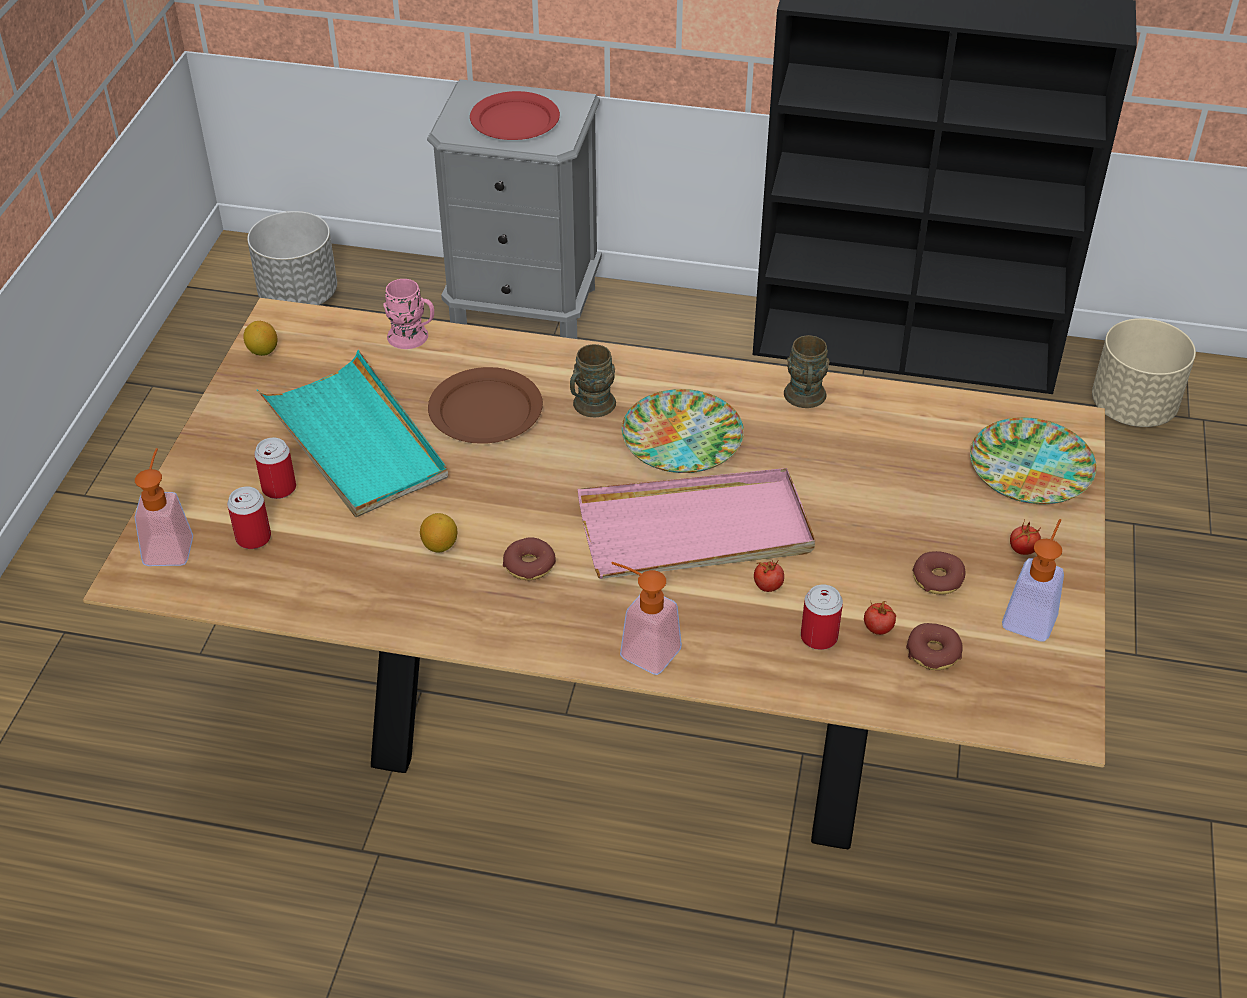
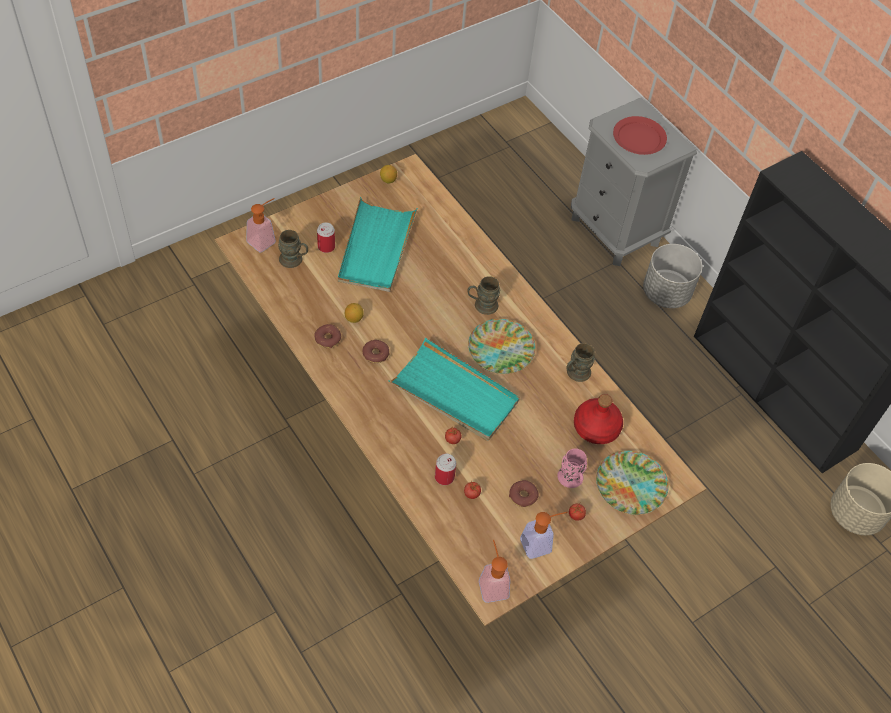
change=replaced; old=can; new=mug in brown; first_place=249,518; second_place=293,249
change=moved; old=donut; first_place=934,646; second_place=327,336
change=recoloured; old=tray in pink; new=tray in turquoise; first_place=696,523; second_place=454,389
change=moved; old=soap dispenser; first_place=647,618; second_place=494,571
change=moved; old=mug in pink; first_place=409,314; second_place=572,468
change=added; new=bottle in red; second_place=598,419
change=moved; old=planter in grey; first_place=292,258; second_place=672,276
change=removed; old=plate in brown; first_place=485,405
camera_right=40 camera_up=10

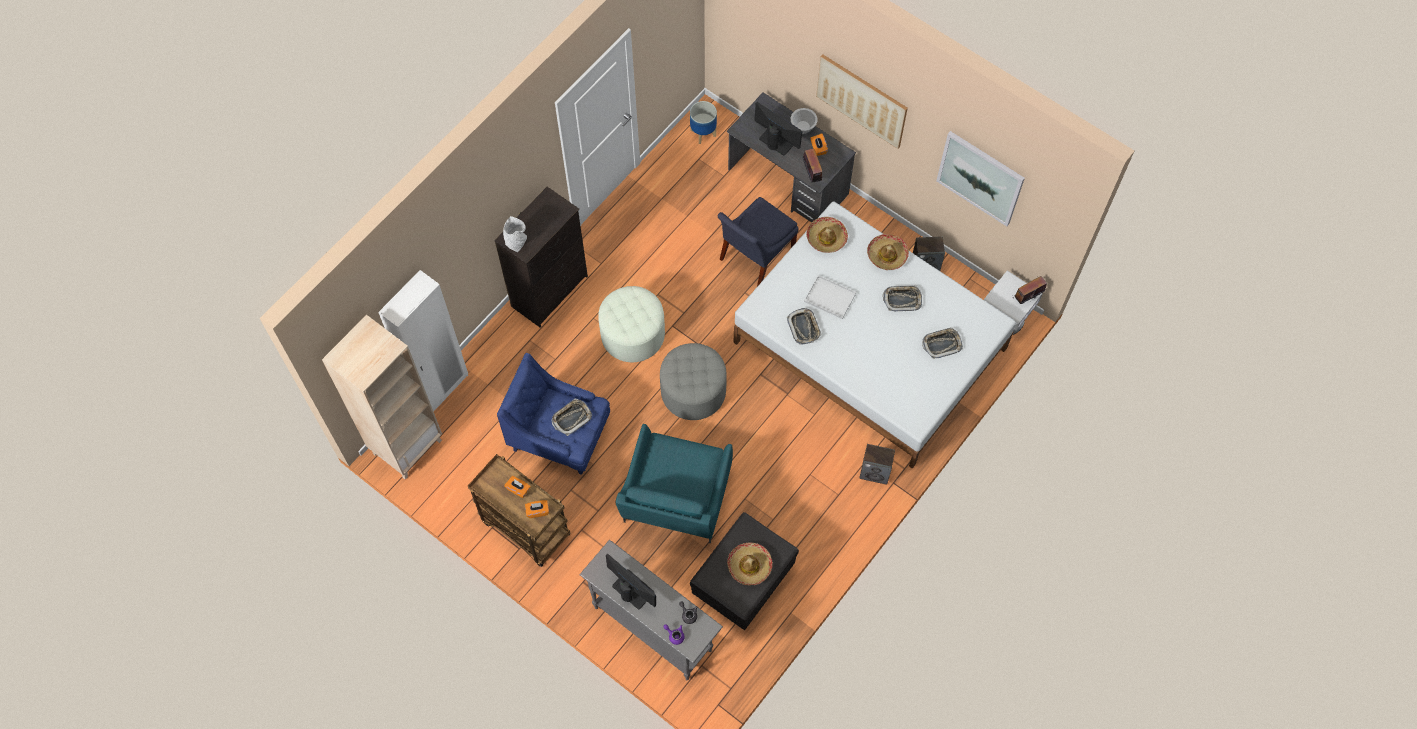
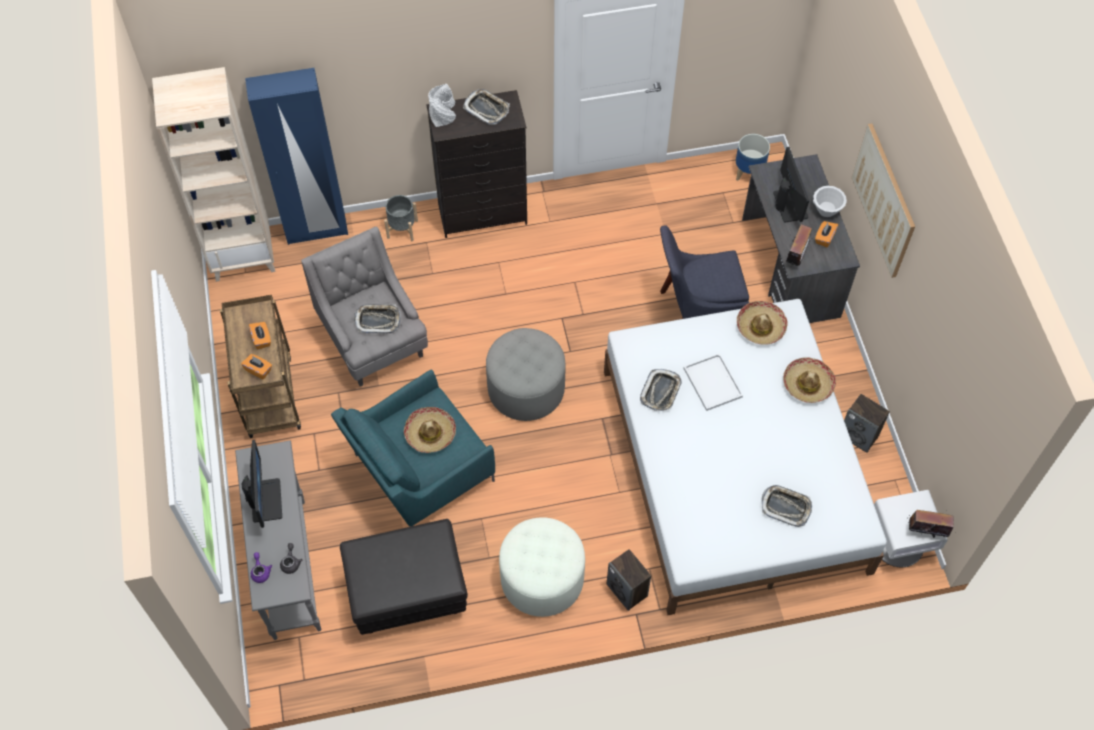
change=recoloured; old=wardrobe in white; new=wardrobe in blue; first_place=423,341; second_place=296,156
change=recoloured; old=armchair in blue; new=armchair in grey; first_place=553,414; second_place=364,306
change=added; new=planter in grey; second_place=401,218
change=moved; old=hat; first_place=750,563; second_place=430,430
change=moved; old=tray; first_place=902,298; second_place=486,107
change=moved; old=ottoman in white; first_place=631,324; second_place=542,567
change=removed; old=picture; first_place=980,178
camera_right=40 camera_up=-5

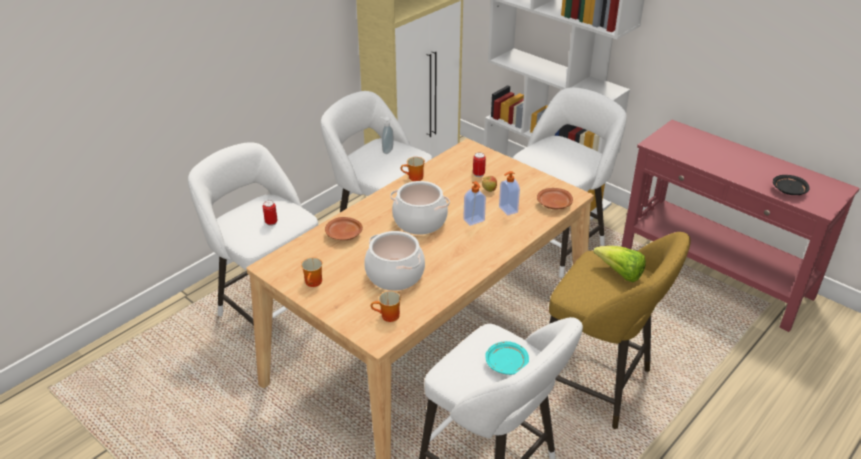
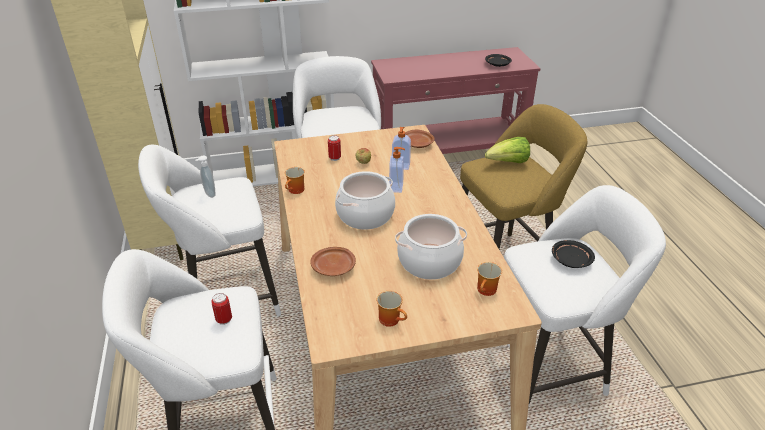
change=recoloured; old=plate in turquoise; new=plate in black; first_place=507,358; second_place=573,254
camera_right=-55 camera_up=0

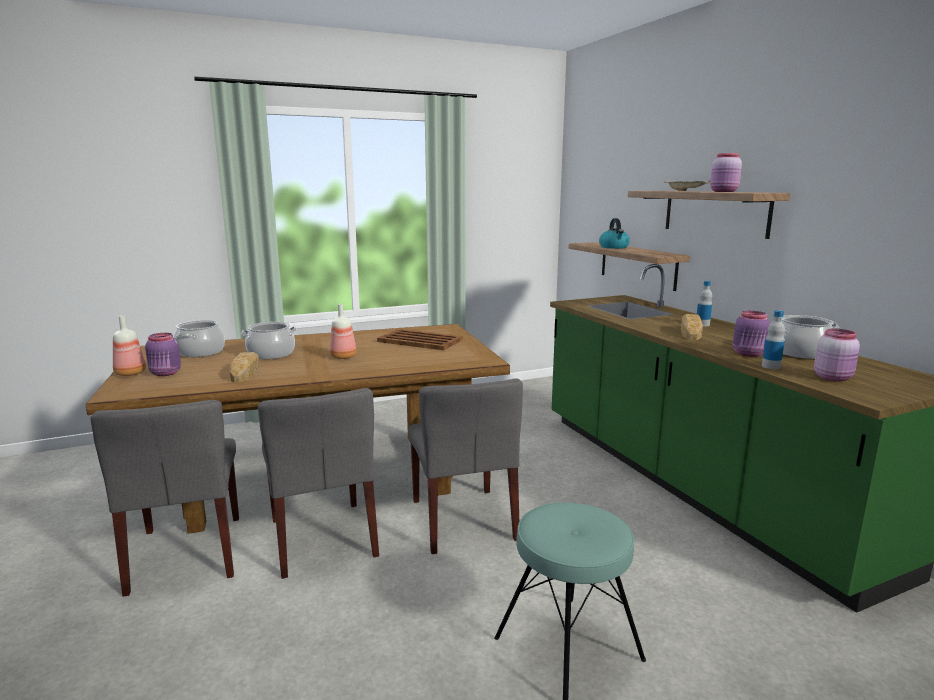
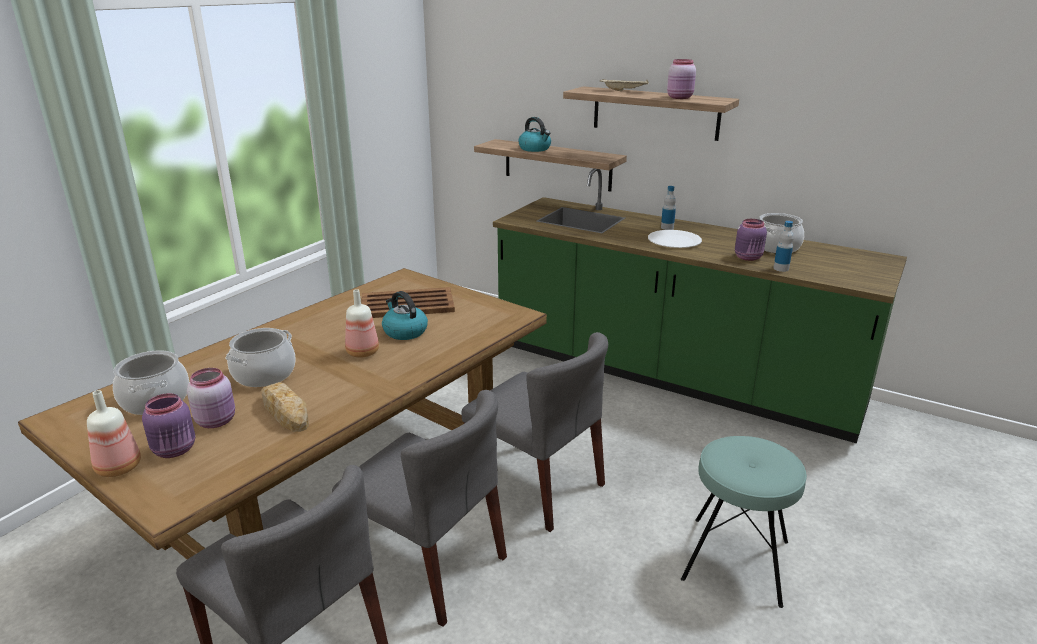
change=moved; old=jar in pink; first_place=837,355; second_place=211,398
change=added; new=kettle; second_place=405,315
change=replaced; old=bread; new=plate in white; first_place=692,327; second_place=675,239
camera_right=-35 camera_up=10

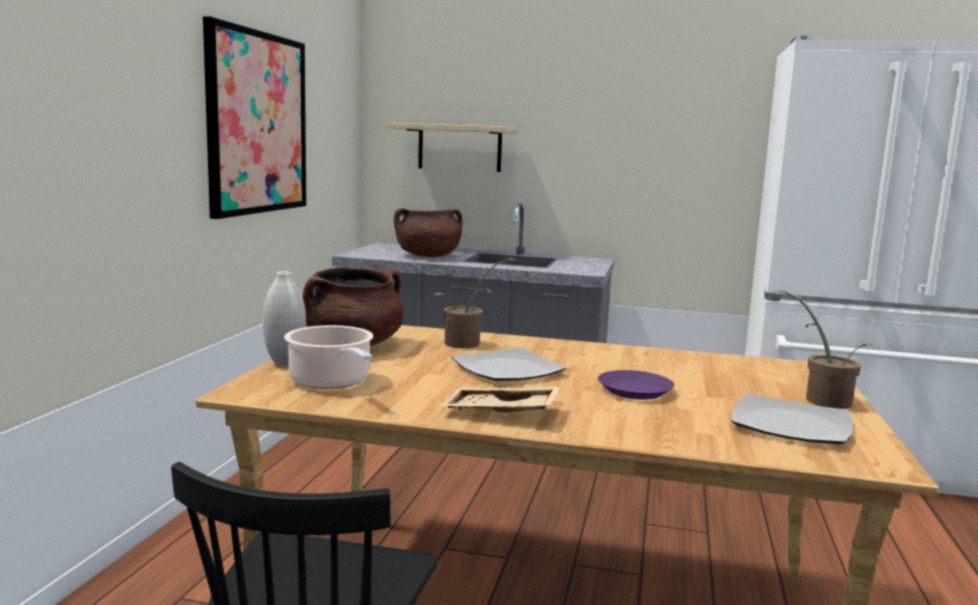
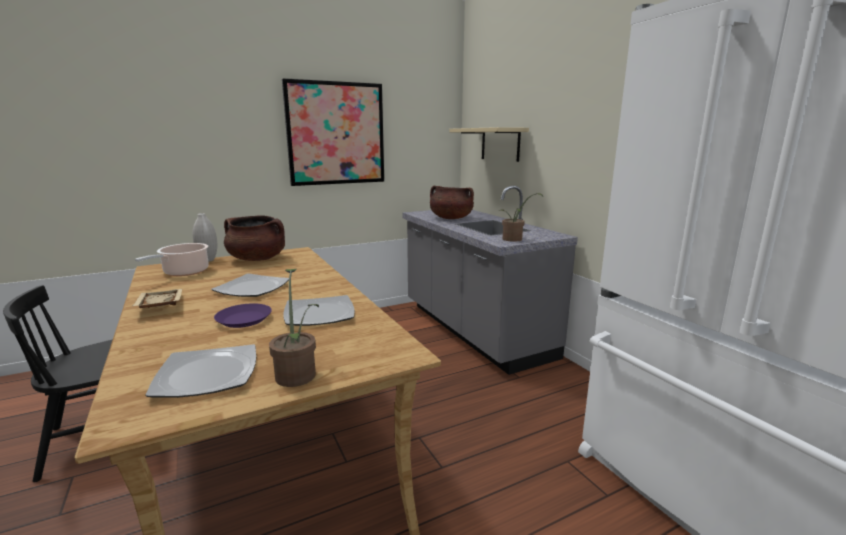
change=added; new=plate; second_place=319,310
change=moved; old=potted plant; first_place=477,303; second_place=522,217
camera_right=50 camera_up=5

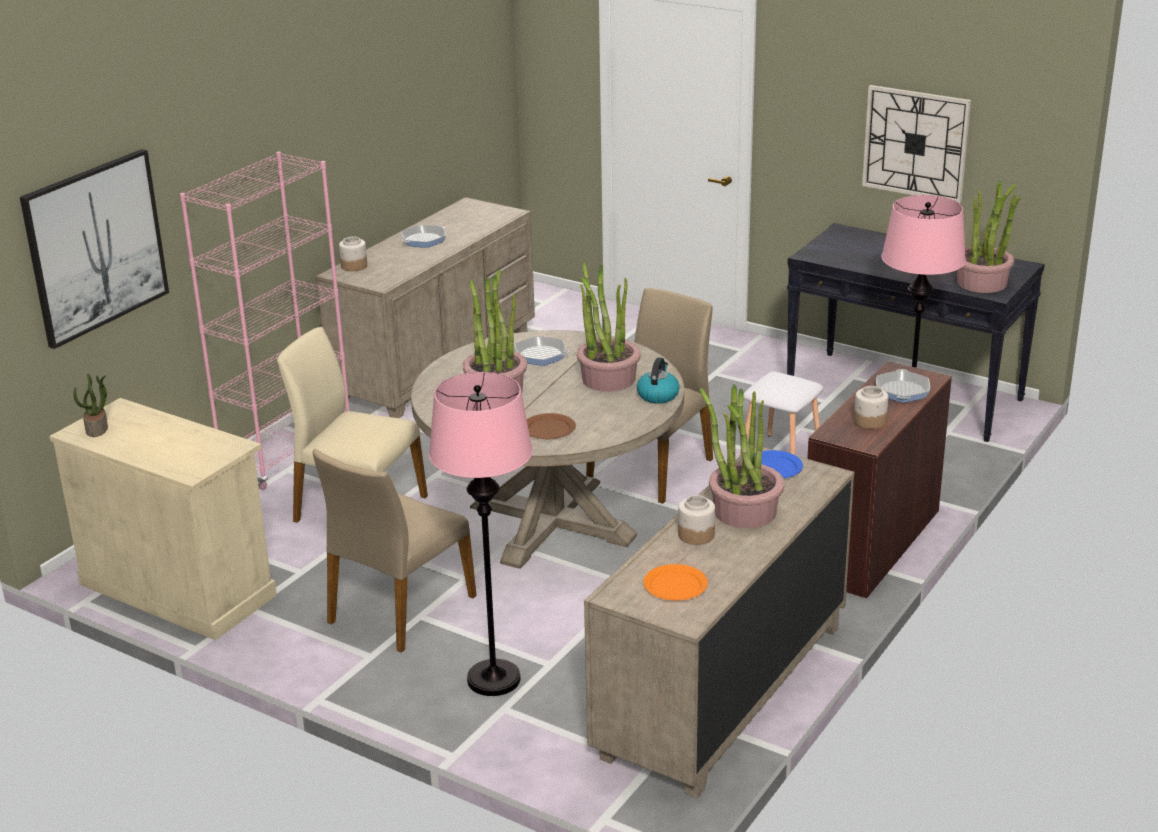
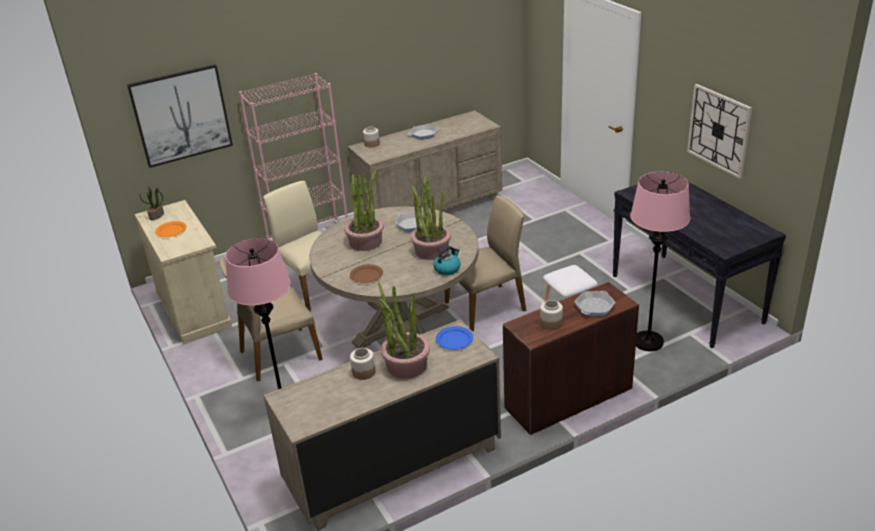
change=moved; old=plate in orange; first_place=675,582; second_place=170,229
change=removed; old=potted plant; first_place=989,236
camera_right=30 camera_up=5

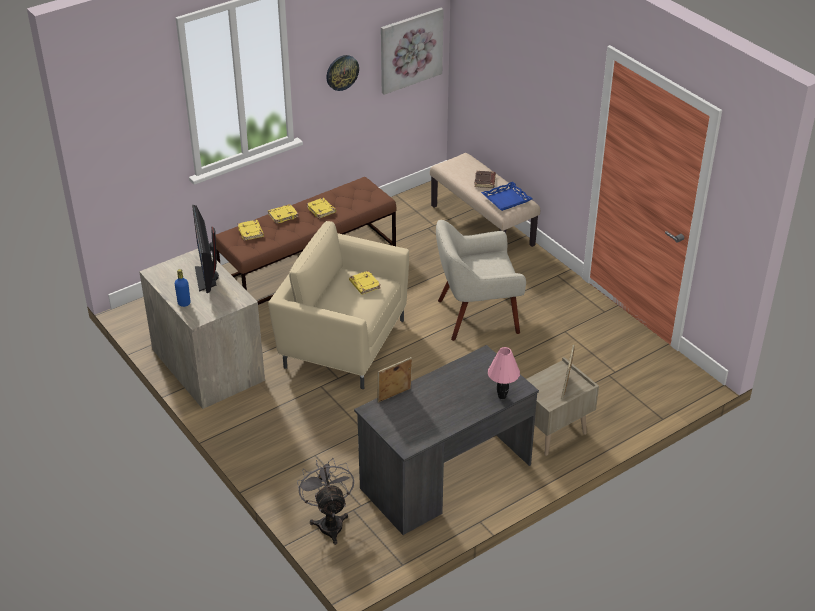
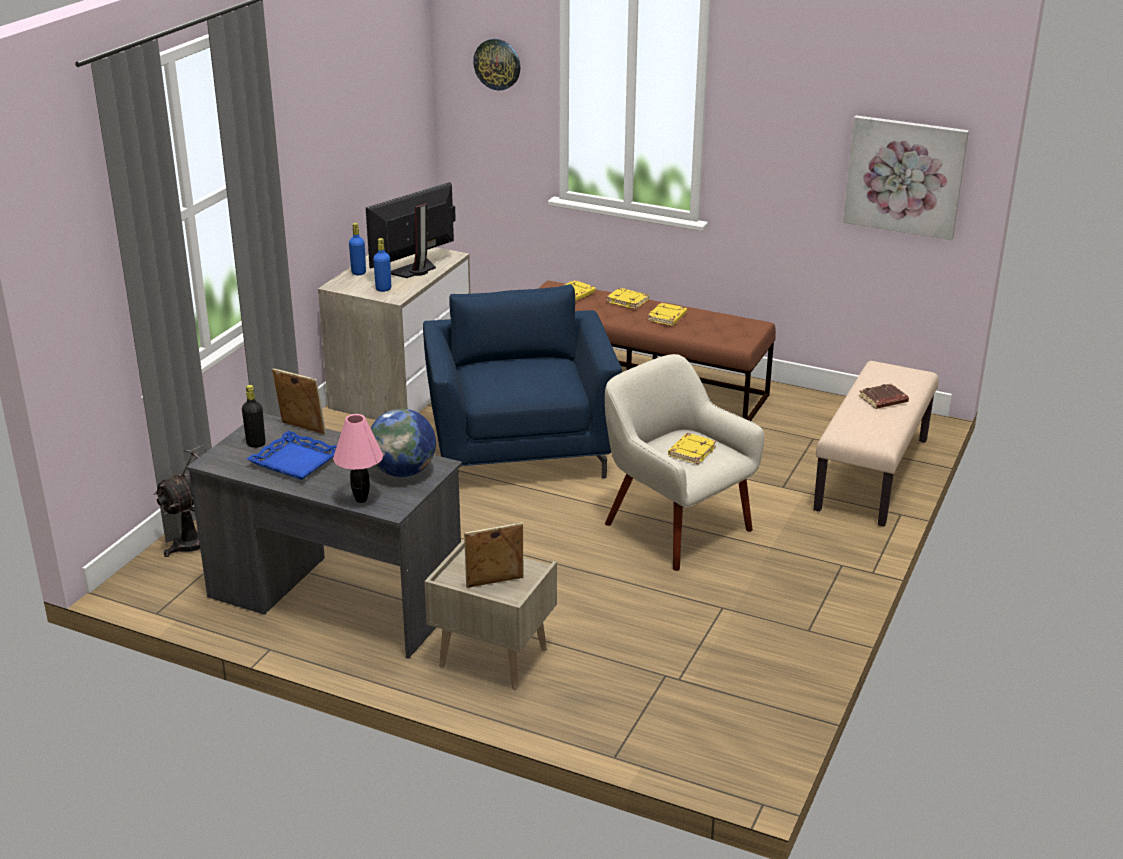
change=added; new=bottle in black; second_place=253,416
change=moved; old=tray in blue; first_place=506,196; second_place=292,455
change=added; new=globe; second_place=403,443
change=added; new=bottle in blue; second_place=382,265
change=recoloured; old=armchair in beige; new=armchair in blue; first_place=338,305; second_place=522,381
change=moved; old=wall clock; first_place=342,73; second_place=496,64
change=moved; old=book in yellow; first_place=365,282; second_place=692,448
camera_right=60 camera_up=-10

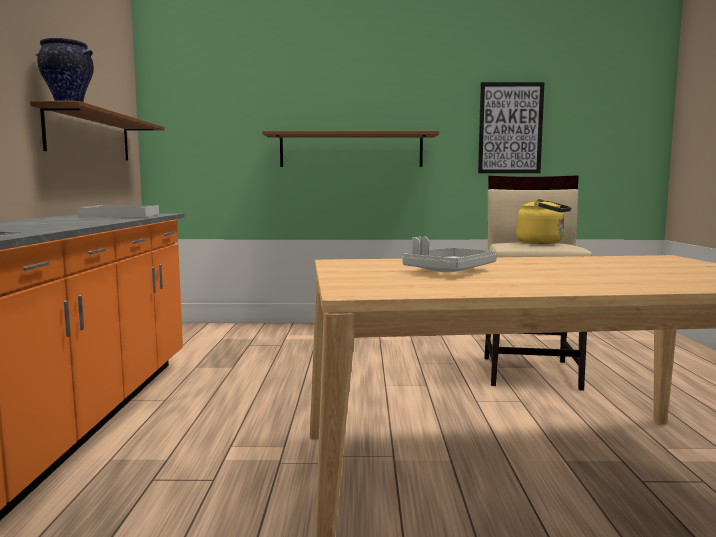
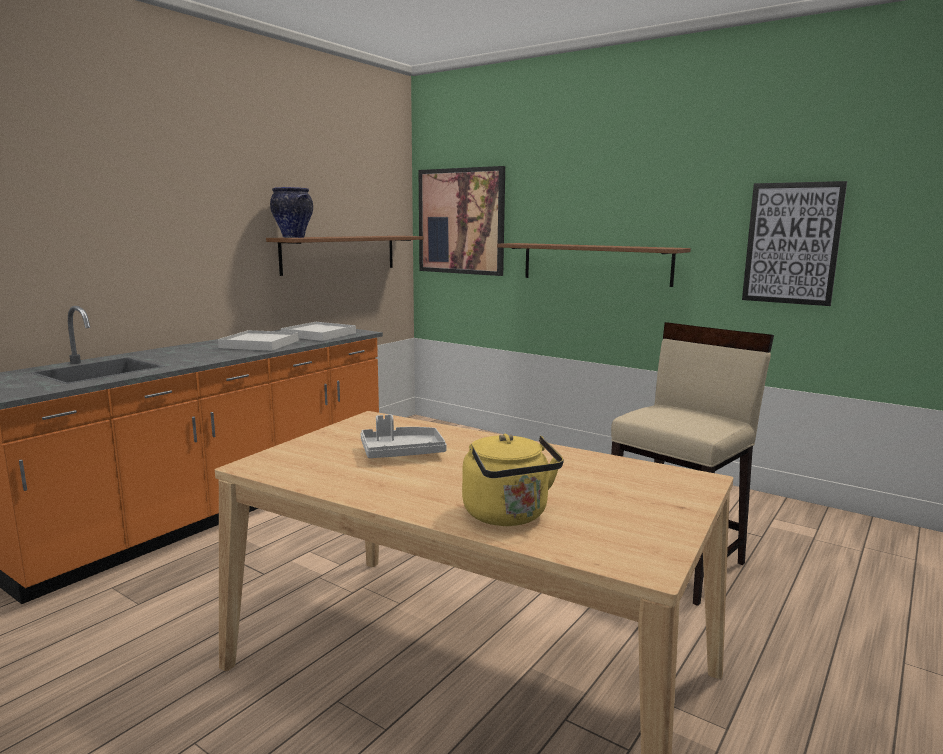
change=added; new=tray in white; second_place=258,340
change=added; new=picture; second_place=462,221
change=moved; old=kettle in yellow; first_place=544,221; second_place=513,480
camera_right=35 camera_up=5

